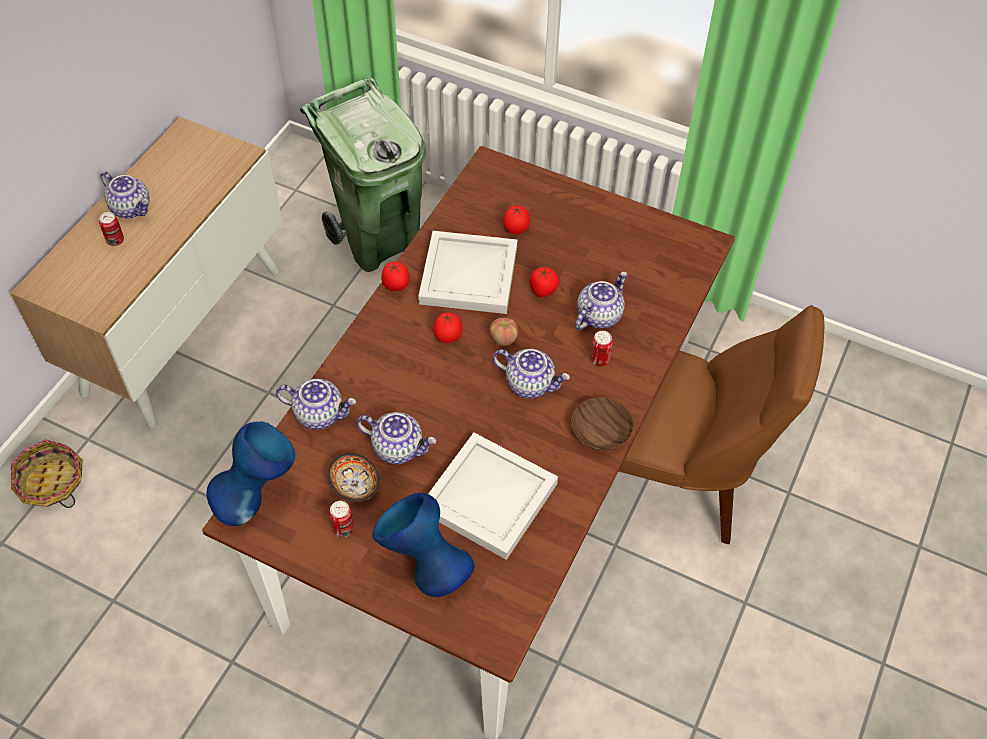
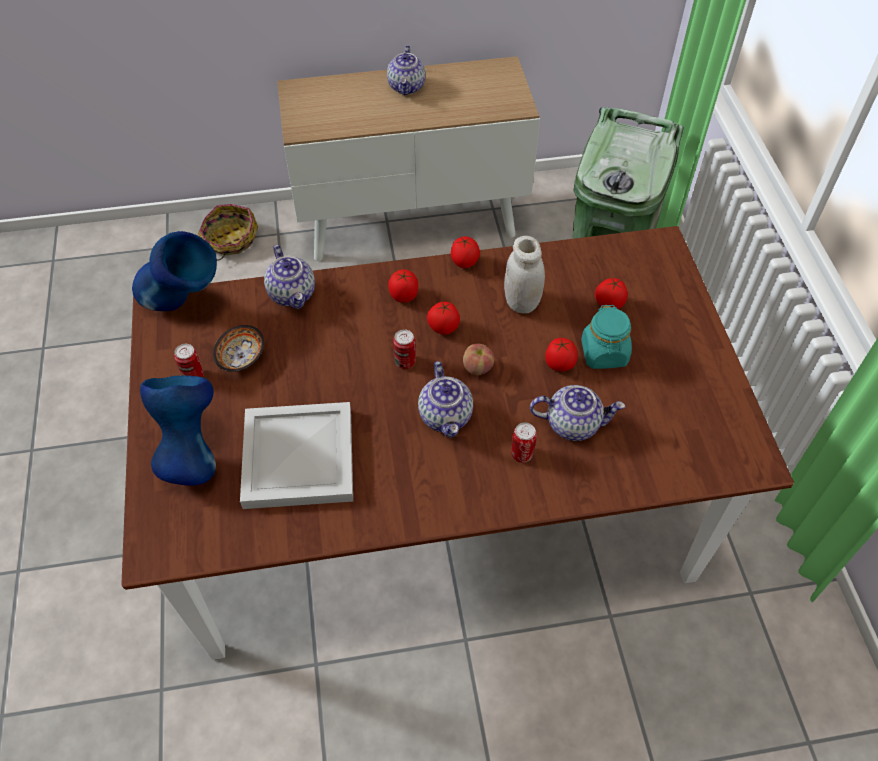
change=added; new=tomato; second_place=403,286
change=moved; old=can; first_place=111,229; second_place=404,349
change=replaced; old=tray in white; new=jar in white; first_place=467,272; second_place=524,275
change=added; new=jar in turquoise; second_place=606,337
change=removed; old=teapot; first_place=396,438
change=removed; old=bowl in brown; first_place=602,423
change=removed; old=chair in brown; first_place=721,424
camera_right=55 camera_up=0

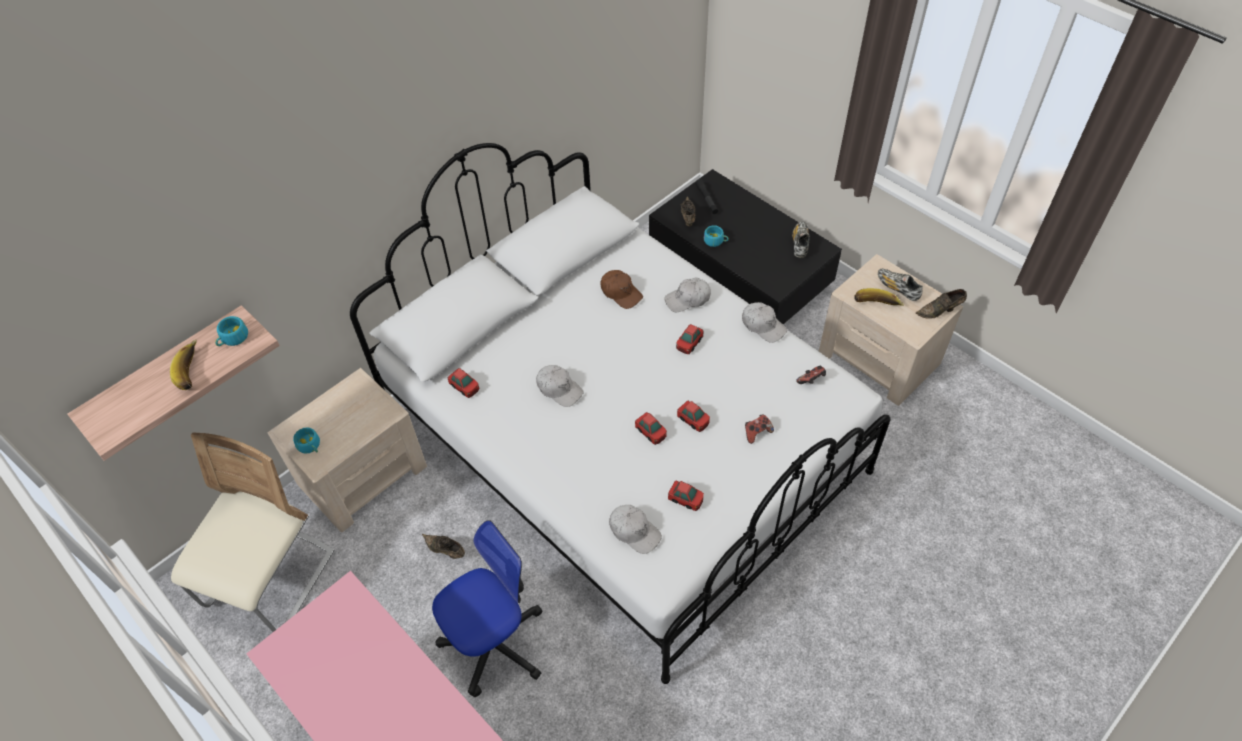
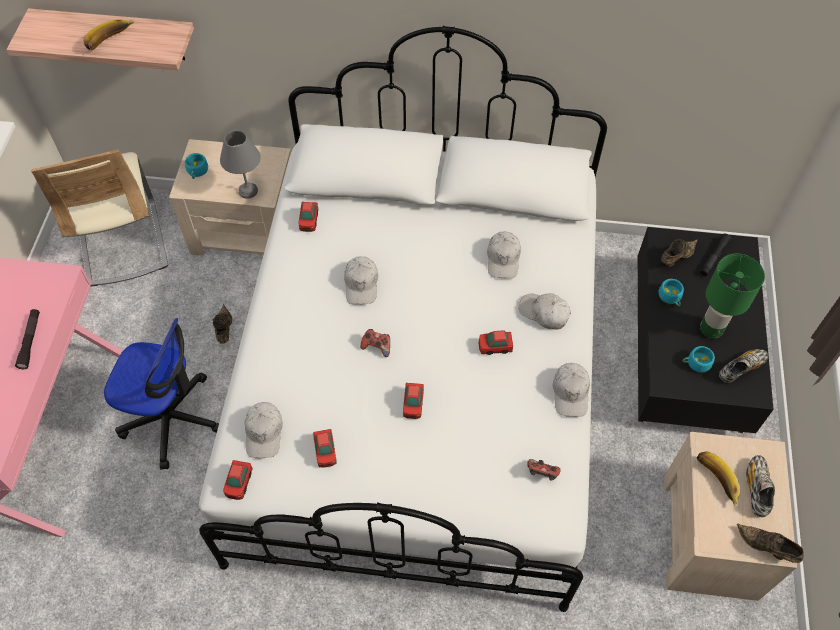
change=added; new=flashlight in black; second_place=27,339
change=turned; old=chair in beige; first_place=253,532; second_place=99,218; degrees=90
change=added; new=table lamp in grey; second_place=240,164
change=moved; old=toy car; first_place=651,428; second_place=238,480
change=moved; old=game controller; first_place=759,429; second_place=375,343
change=recoloured; old=cap in brown; new=cap in white; first_place=621,289; second_place=504,255
change=moved; old=cup in turquoise; first_place=231,331; second_place=699,359
change=added; new=table lamp in green; second_place=732,296
camera_right=50 camera_up=5

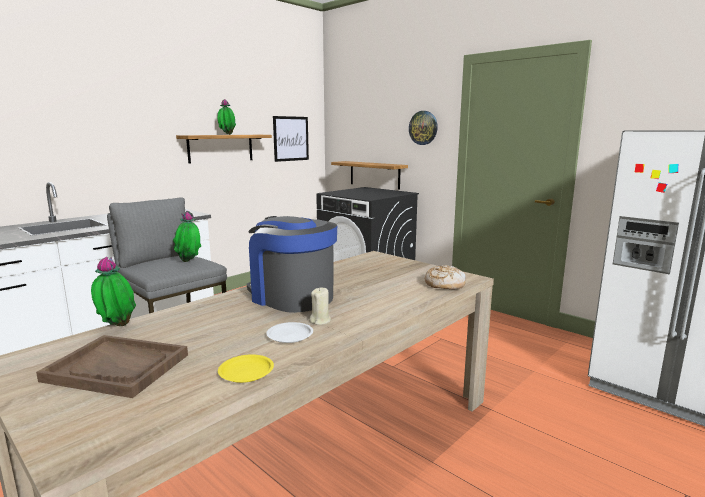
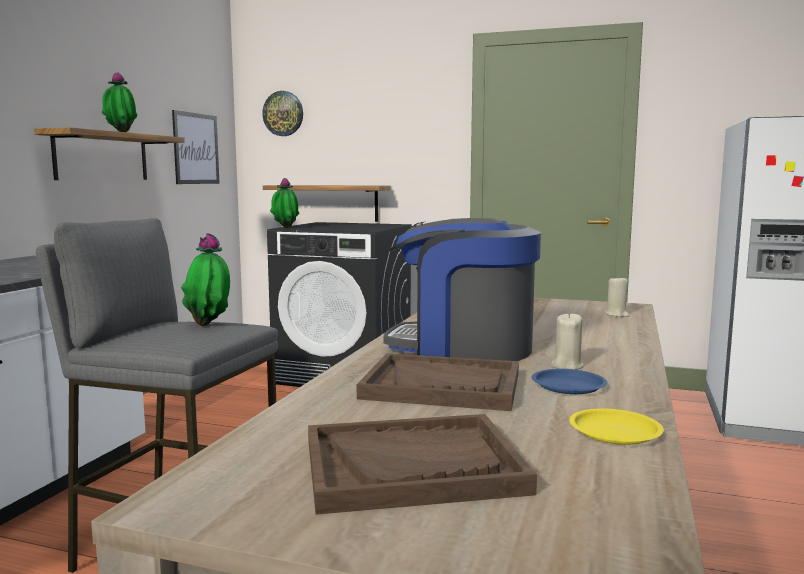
change=moved; old=wall clock; first_place=423,128; second_place=282,113
change=moved; old=potted plant; first_place=113,291; second_place=284,203
change=added; new=tray in brown; second_place=438,382
change=recoloured; old=plate in white; new=plate in blue; first_place=289,332; second_place=569,381
change=replaced; old=bread; new=candle in beige; first_place=445,277; second_place=617,296
camera_right=-25 camera_up=-5

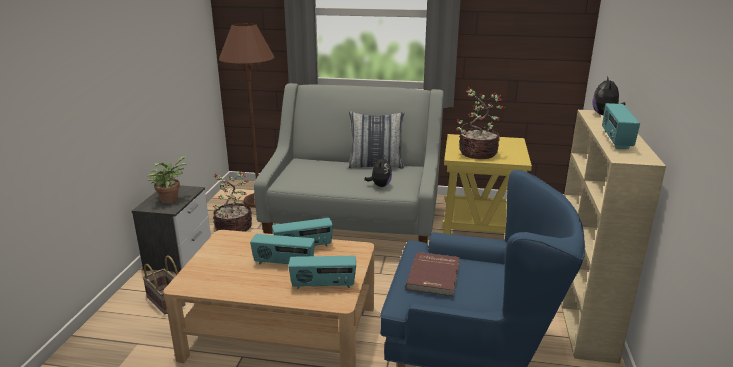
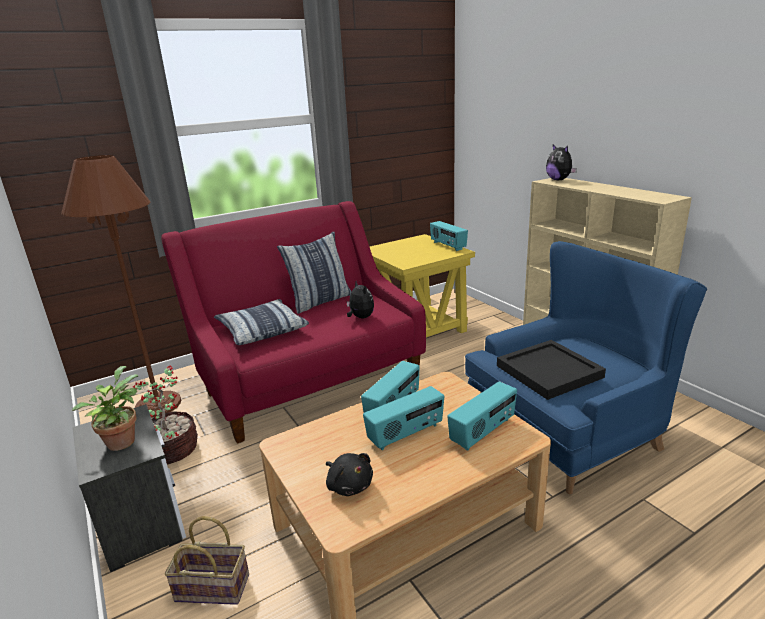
change=recoloured; old=sofa in grey; new=sofa in red; first_place=349,163; second_place=293,322
change=added; new=pillow; second_place=261,322
change=added; new=plush toy in black; second_place=349,474
change=moved; old=radio; first_place=621,126; second_place=449,236
change=replaced; old=book in red; new=tray in black; first_place=433,274; second_place=551,370
change=removed; old=potted plant; first_place=480,123
camera_right=-40 camera_up=0

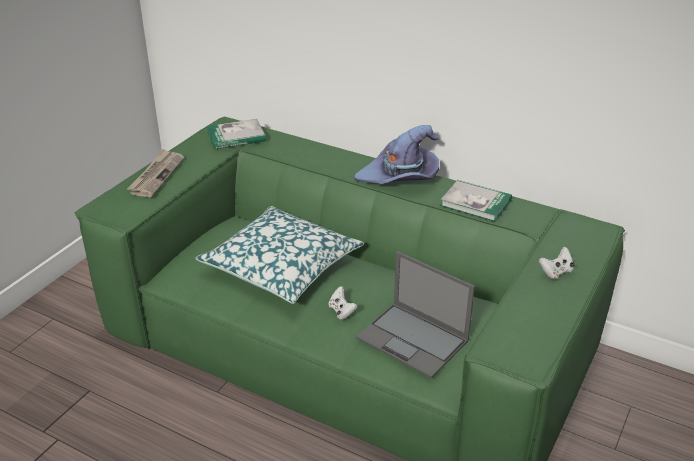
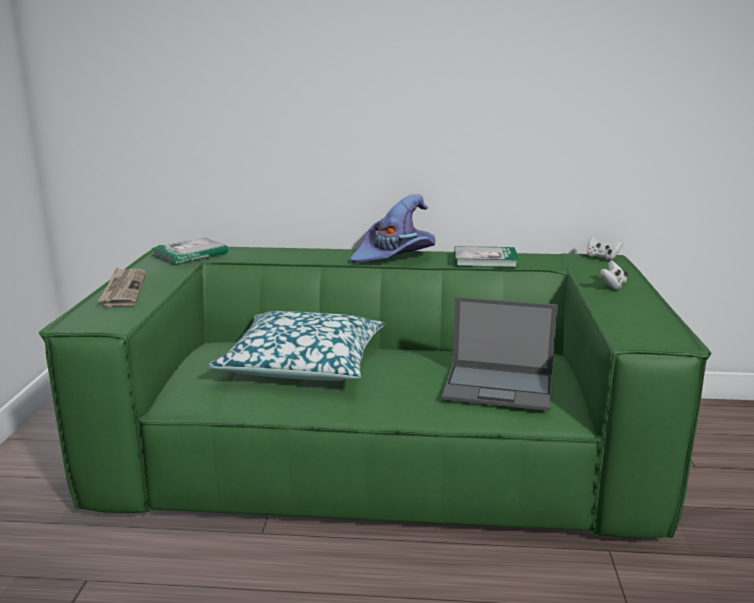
change=moved; old=game controller in white; first_place=343,303; second_place=605,248
camera_right=-25 camera_up=-15

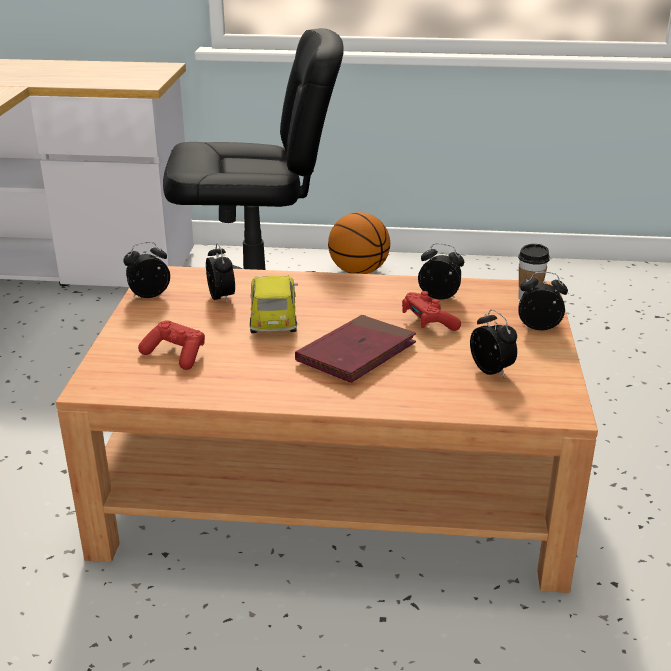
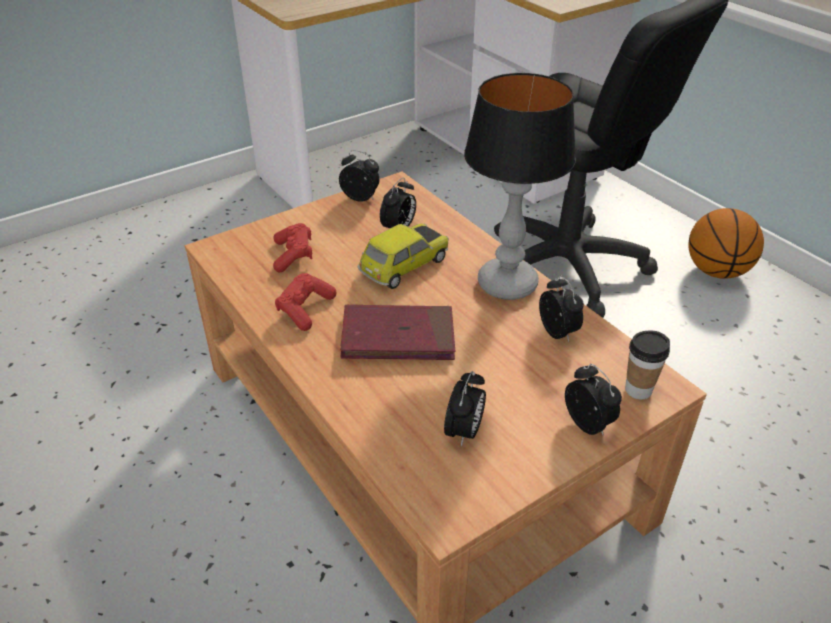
change=moved; old=game controller in red; first_place=431,311; second_place=306,302
change=added; new=table lamp; second_place=520,186
camera_right=50 camera_up=10

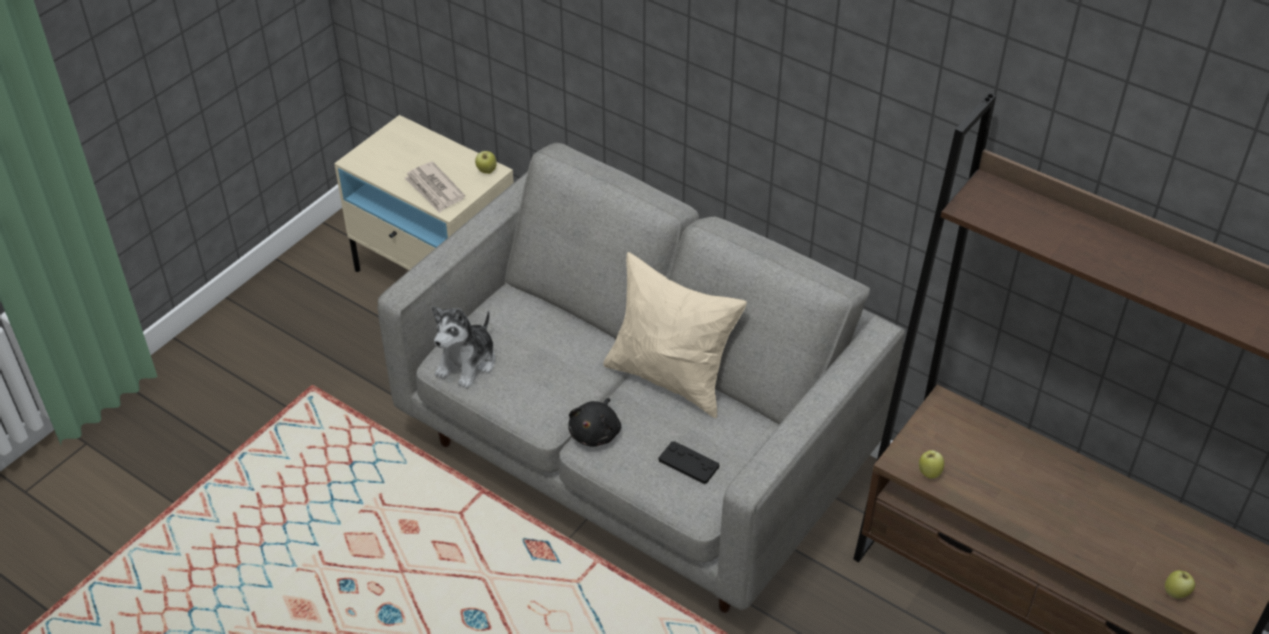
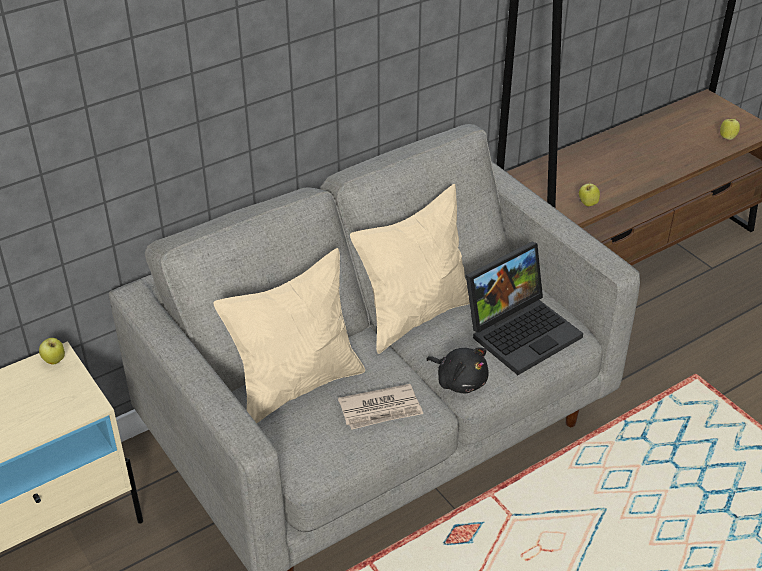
change=added; new=pillow in beige; second_place=289,335
change=moved; old=newspaper; first_place=434,187; second_place=380,407
change=replaced; old=game controller in black; new=laptop; first_place=689,462; second_place=524,308
change=removed; old=plush toy; first_place=463,347
camera_right=-70 camera_up=-5

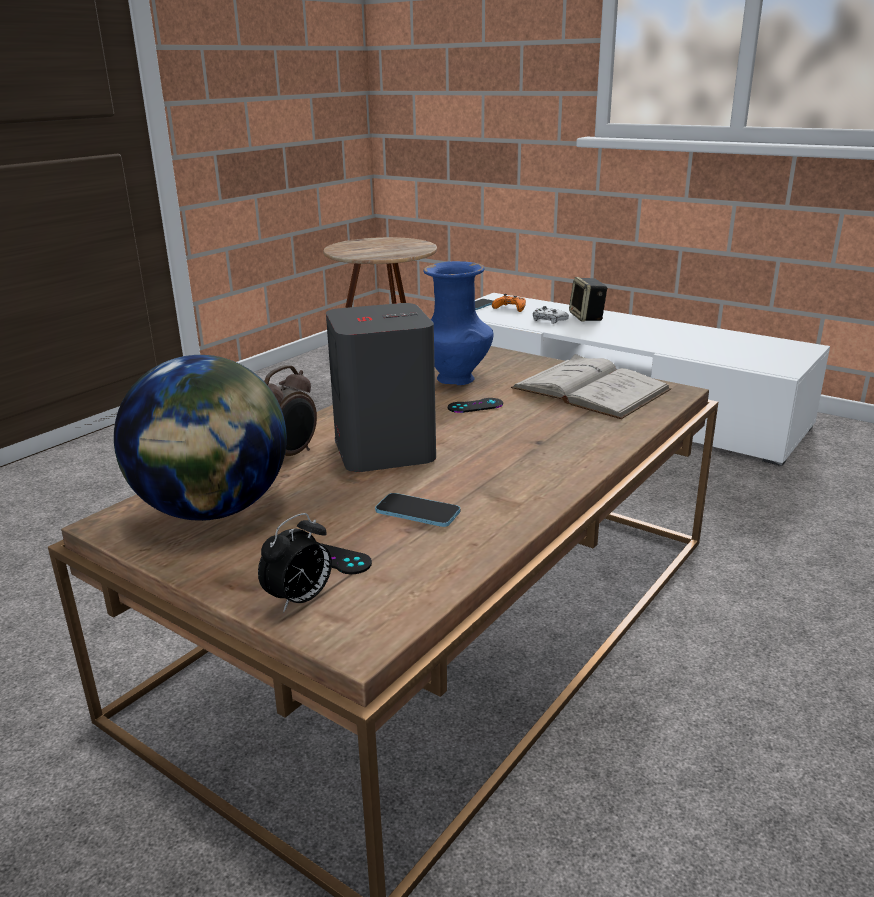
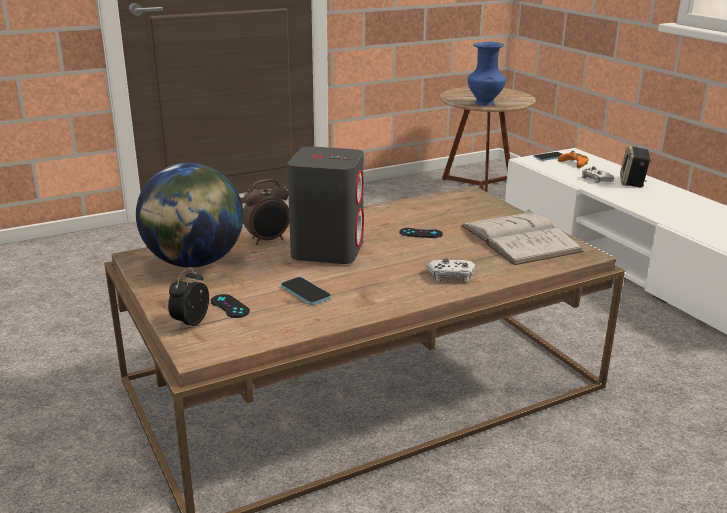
change=turned; old=alarm clock; first_place=295,562; second_place=188,298; degrees=135
change=added; new=game controller in white; second_place=451,270
change=moved; old=vase in blue; first_place=458,323; second_place=487,74
camera_right=25 camera_up=0

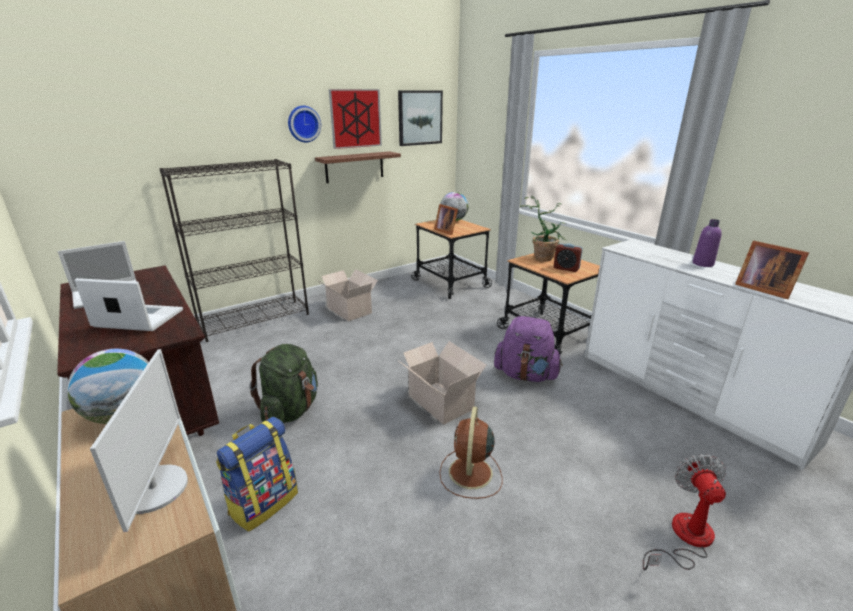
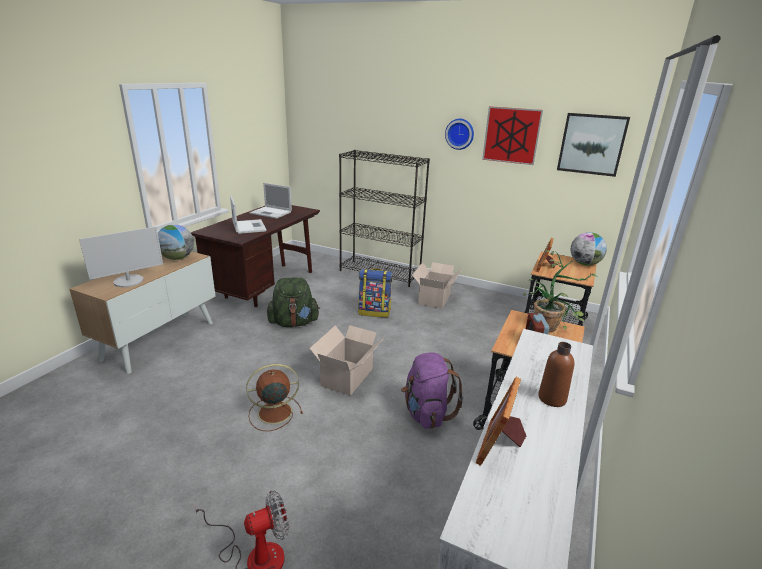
change=moved; old=backpack; first_place=257,474; second_place=375,292
change=recoloured; old=bottle in purple; new=bottle in brown; first_place=707,243; second_place=556,374
change=removed; old=shelf; first_place=358,167
camera_right=60 camera_up=0

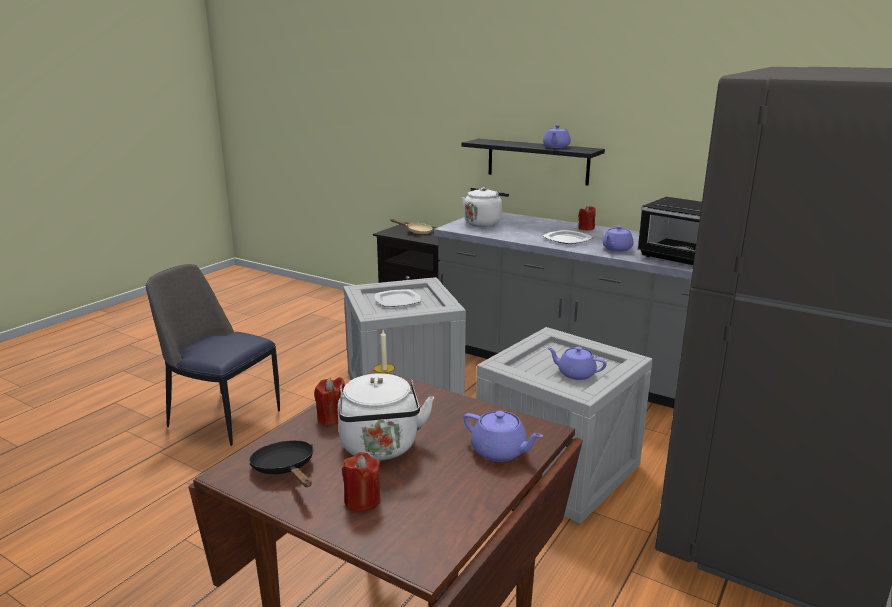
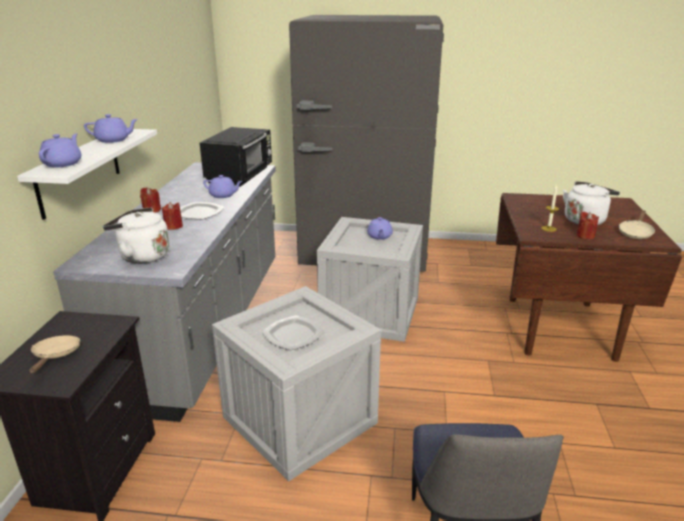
change=recoloured; old=shelf in black; new=shelf in white; first_place=533,162; second_place=87,174
change=moved; old=teapot in purple; first_place=503,436; second_place=60,150
change=moved; old=candle in red; first_place=361,482; second_place=172,216
change=recoloured; old=frying pan in black; new=frying pan in beige; first_place=281,463; second_place=637,224
camera_right=-115 camera_up=5

